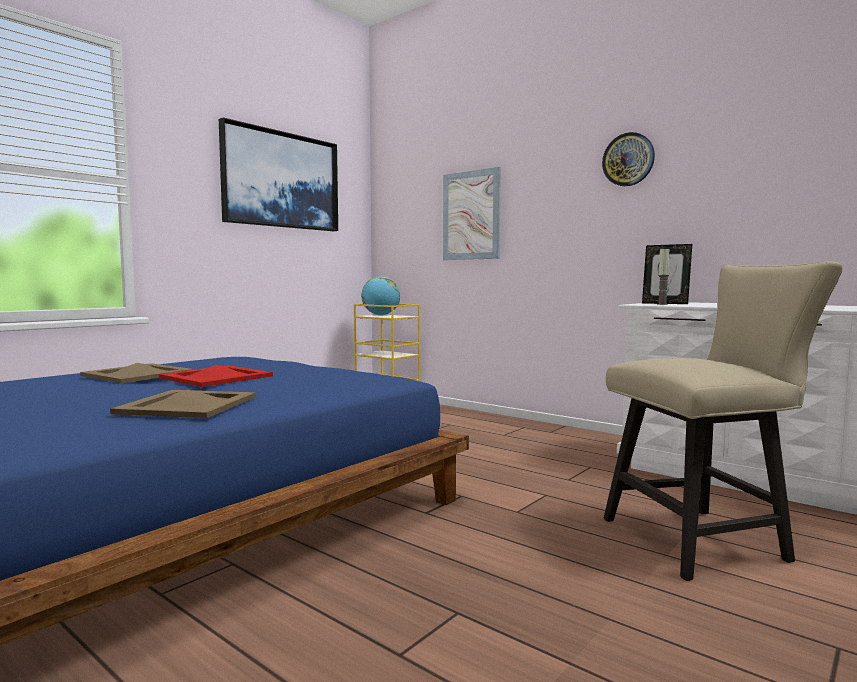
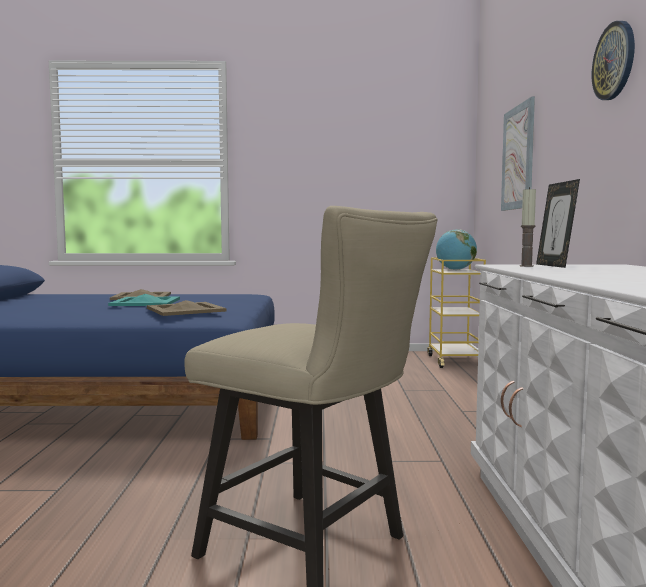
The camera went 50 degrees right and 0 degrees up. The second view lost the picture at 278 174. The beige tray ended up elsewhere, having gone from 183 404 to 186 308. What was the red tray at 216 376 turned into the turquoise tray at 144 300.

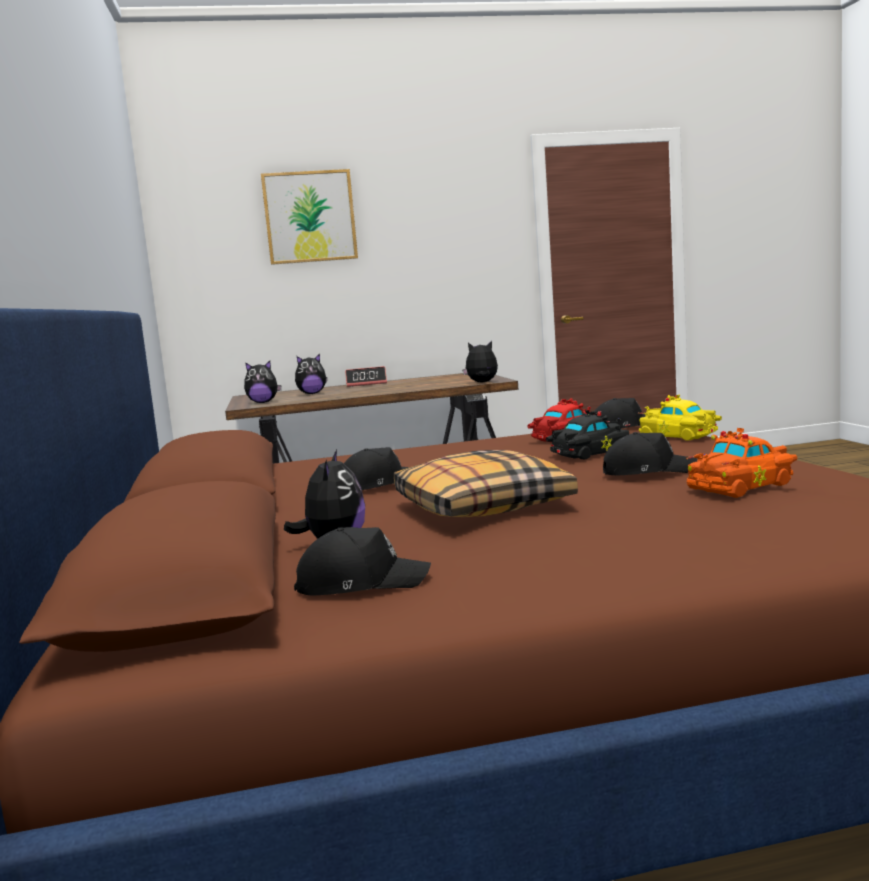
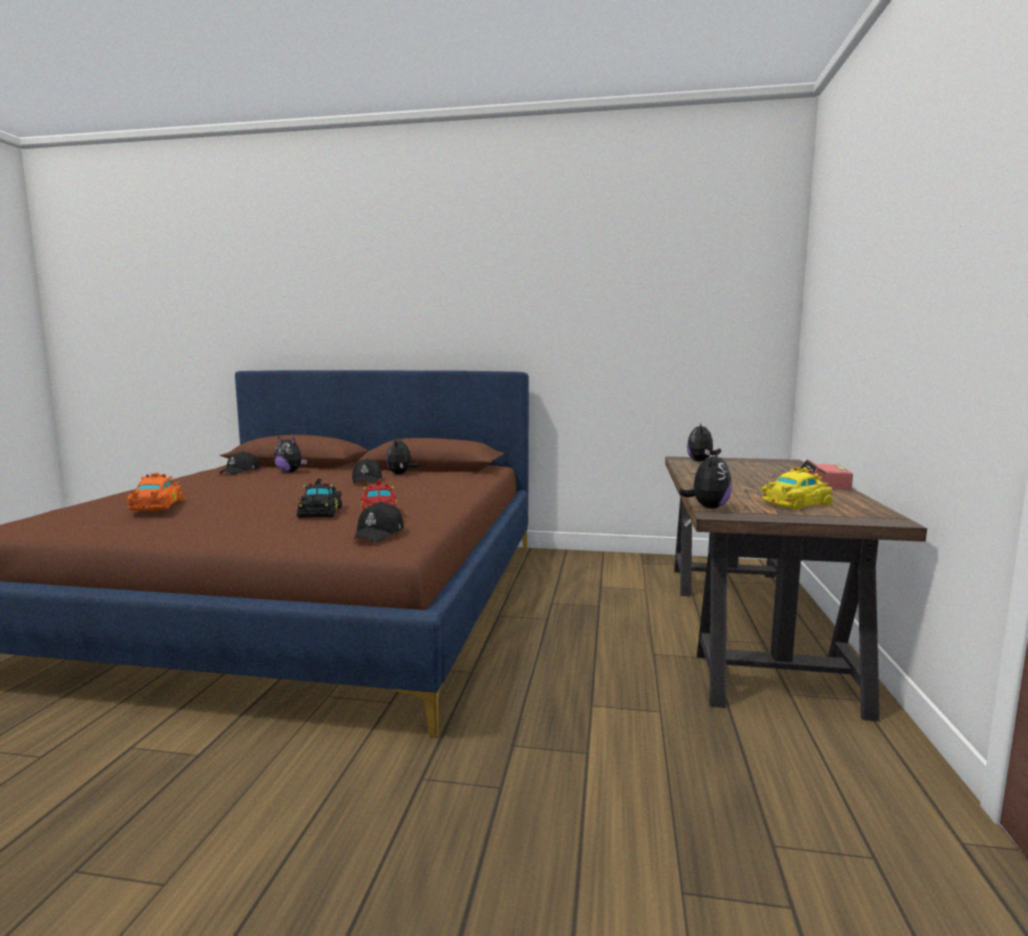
The camera went 110 degrees right and 0 degrees up. The second view lost the picture at 309 217. The second view lost the pillow at 486 483. The second view lost the black cap at 650 453. The plush toy ended up elsewhere, having gone from 311 374 to 403 455. The yellow toy car ended up elsewhere, having gone from 680 417 to 796 488.

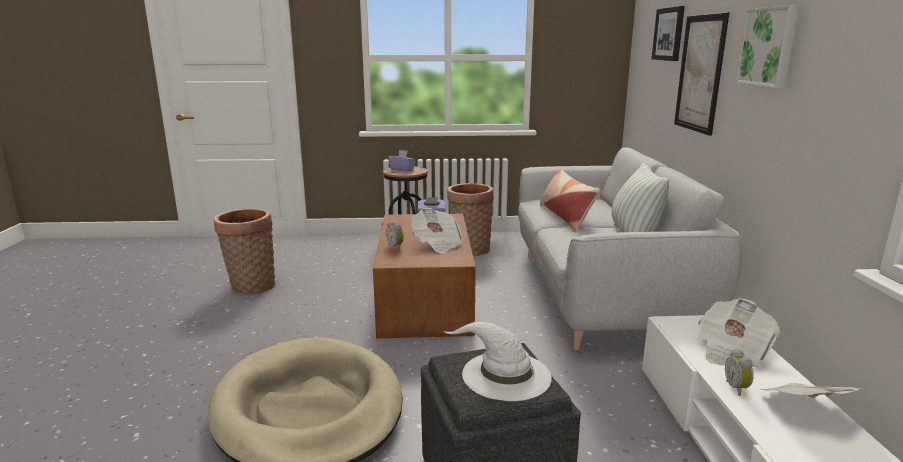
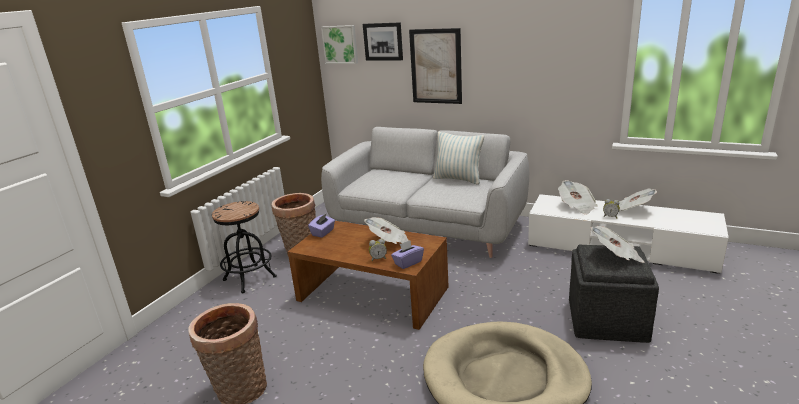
The camera went 60 degrees left and 5 degrees up. The second view lost the pillow at 570 200. The purple tissue box ended up elsewhere, having gone from 402 160 to 407 254. The picture ended up elsewhere, having gone from 767 46 to 339 44. Where the white hat stood at 497 361, the newspaper came to stand at 617 244.

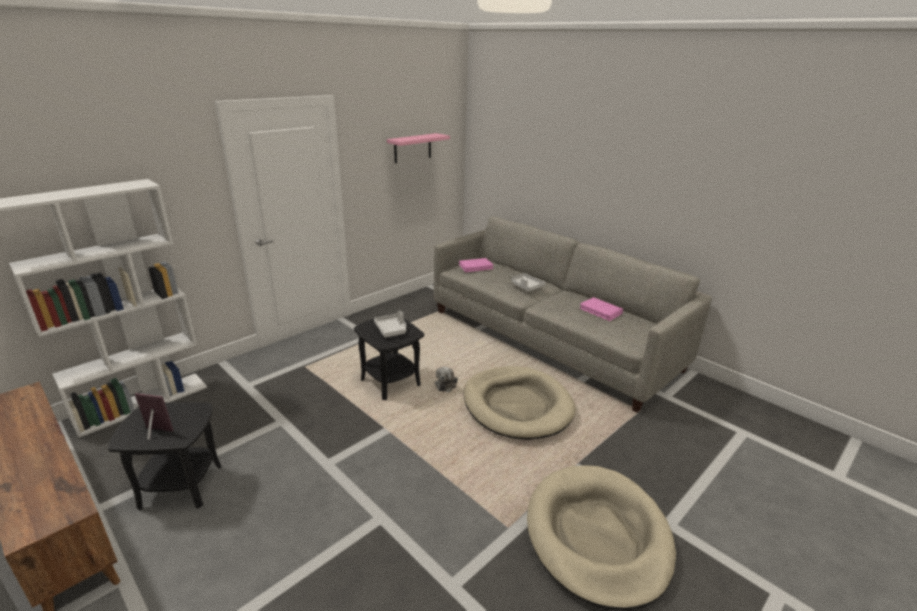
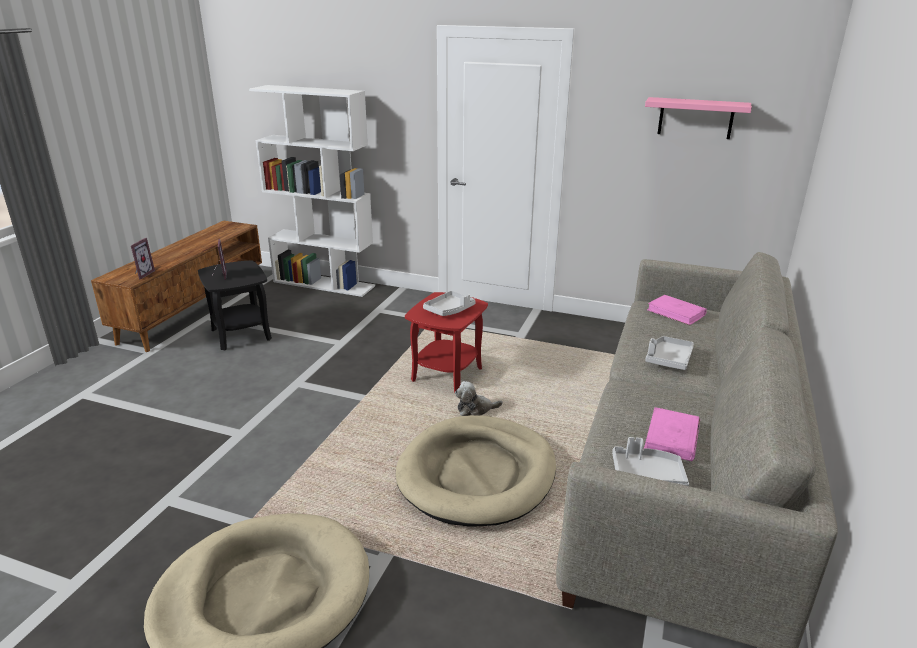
The camera went 65 degrees right and 0 degrees up. The second view gained the picture frame at 143 258. The second view gained the grey tray at 650 461. What was the black side table at 389 357 turned into the red side table at 446 342.

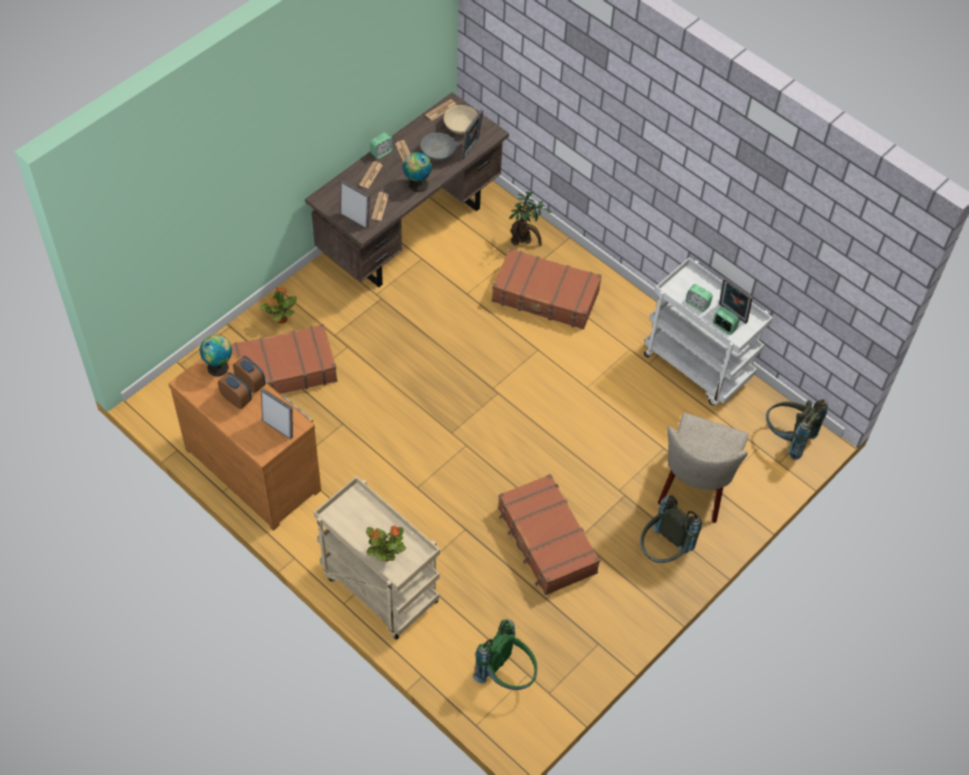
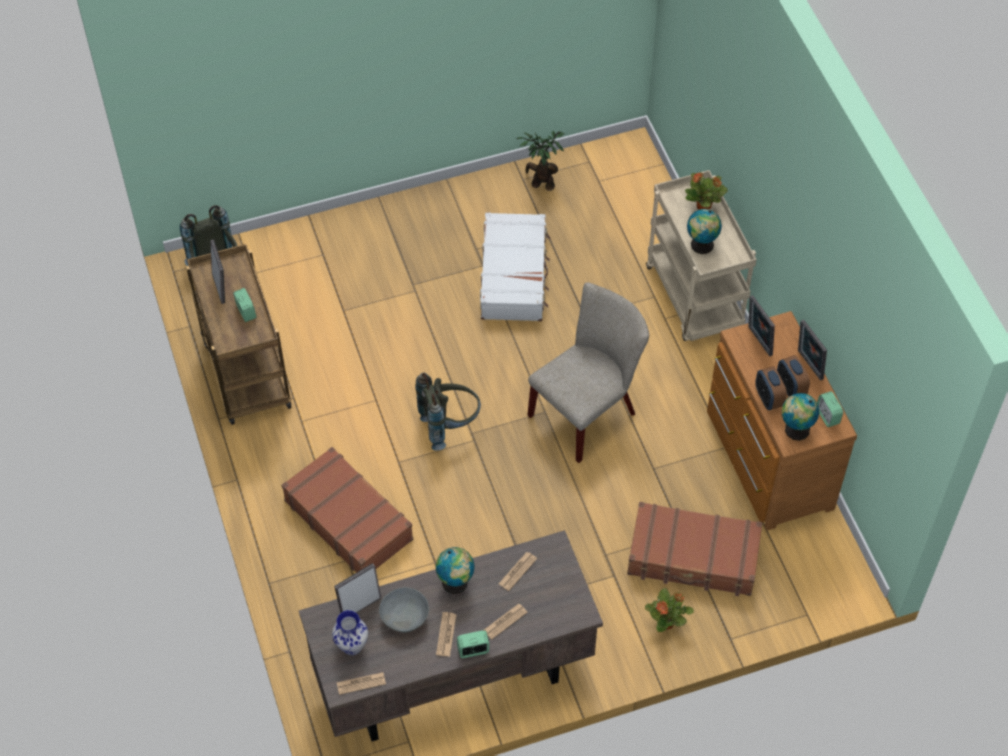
The camera went 150 degrees left and 0 degrees up. The second view lost the green backpack at 505 654. The second view gained the globe at 704 231. The picture frame ended up elsewhere, having gone from 355 204 to 812 350. The potted plant ended up elsewhere, having gone from 530 218 to 540 161. The grey backpack ended up elsewhere, having gone from 671 529 to 448 412. The beige chair ended up elsewhere, having gone from 703 468 to 588 372. The alarm clock ended up elsewhere, having gone from 726 321 to 830 409. Where the beige bowl stood at 460 119, the vase came to stand at 350 632. What was the brown suitcase at 549 534 turned into the white suitcase at 515 266. What was the white cart at 708 331 turned into the brown cart at 239 334.

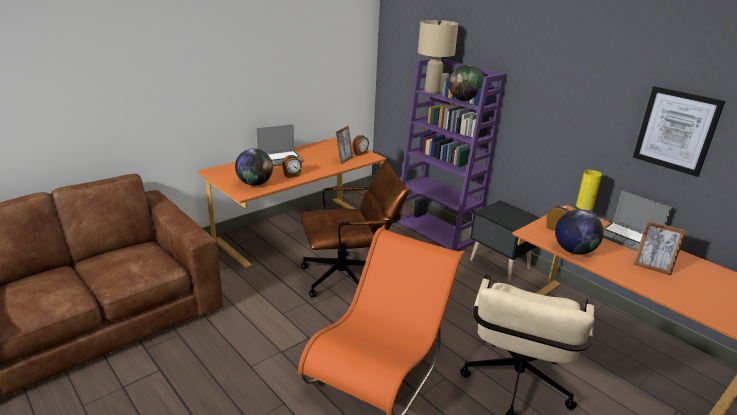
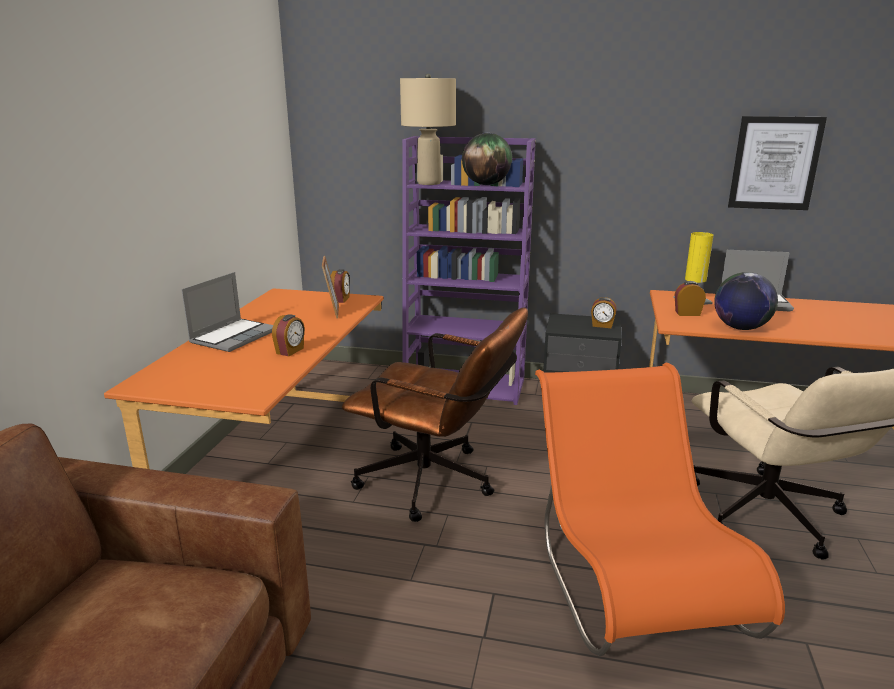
The camera went 35 degrees left and 5 degrees down. The second view lost the globe at 254 167. The second view lost the picture frame at 659 248. The second view gained the alarm clock at 604 312. The brown office chair at 354 230 ended up facing another way, 75 degrees clockwise from before.

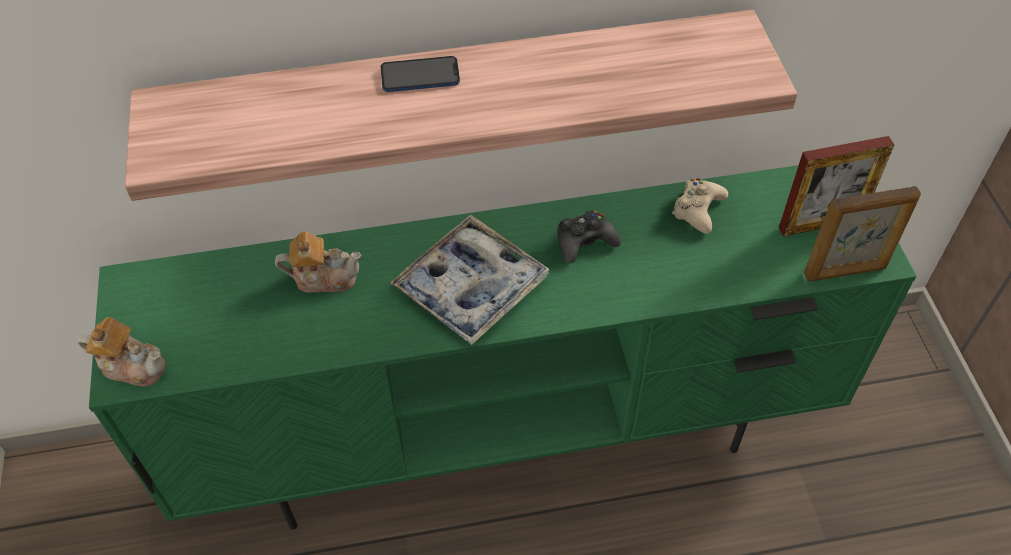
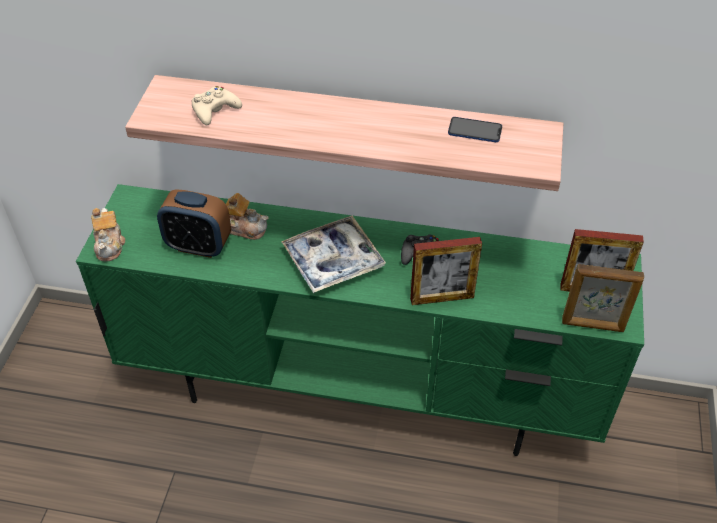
The camera went 20 degrees right and 5 degrees down. The second view gained the alarm clock at 194 223. The second view gained the picture frame at 446 271. The phone ended up elsewhere, having gone from 420 74 to 475 129. The beige game controller ended up elsewhere, having gone from 700 206 to 217 105. The teapot at 121 351 ended up facing another way, 45 degrees clockwise from before.

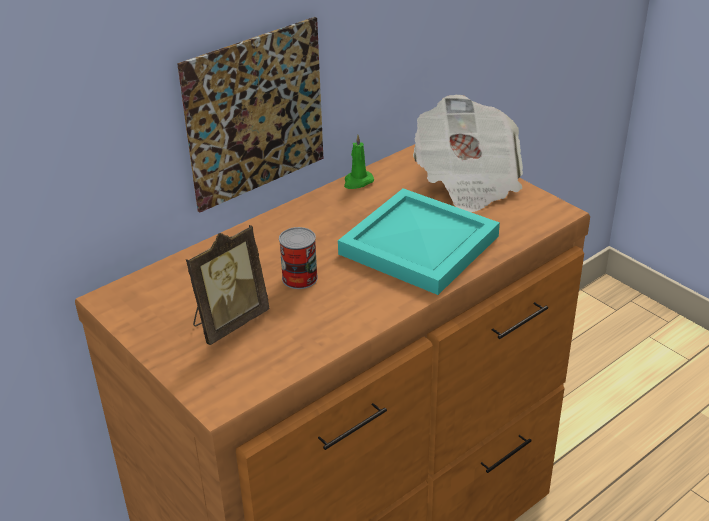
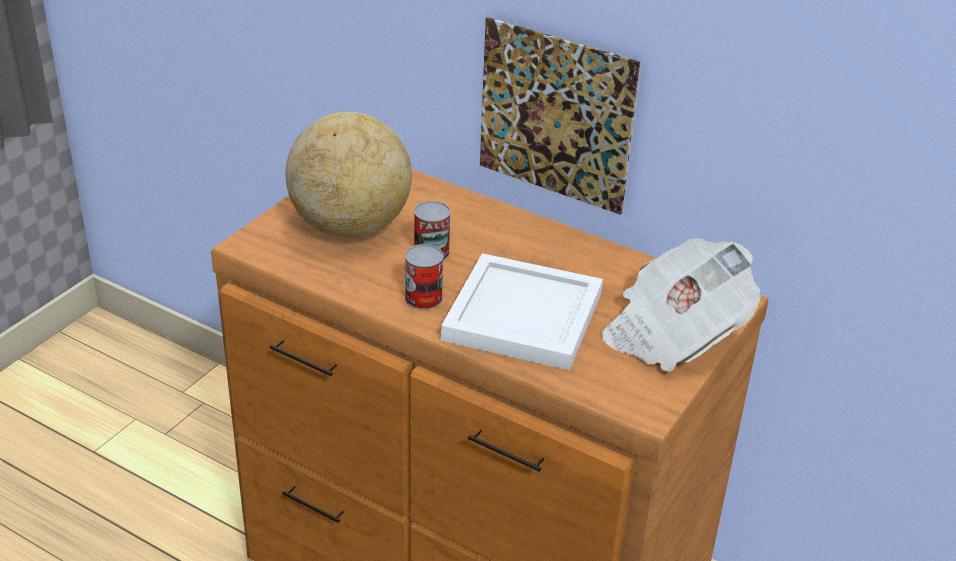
The camera went 70 degrees right and 0 degrees up. The second view lost the green candle at 359 161. The second view gained the can at 424 277. Where the picture frame stood at 228 285, the globe came to stand at 348 175. What was the turquoise tray at 419 241 turned into the white tray at 522 312.

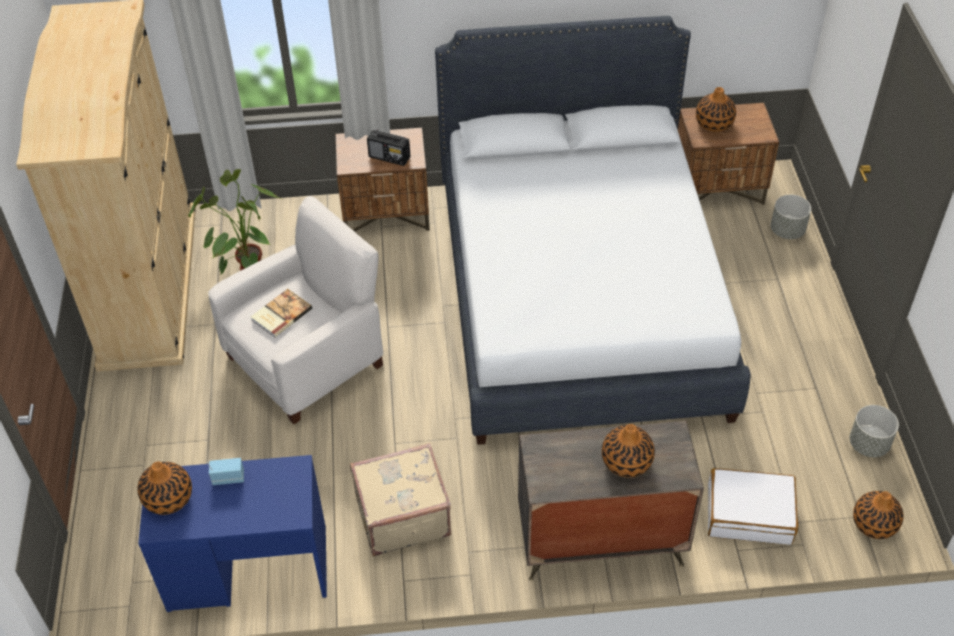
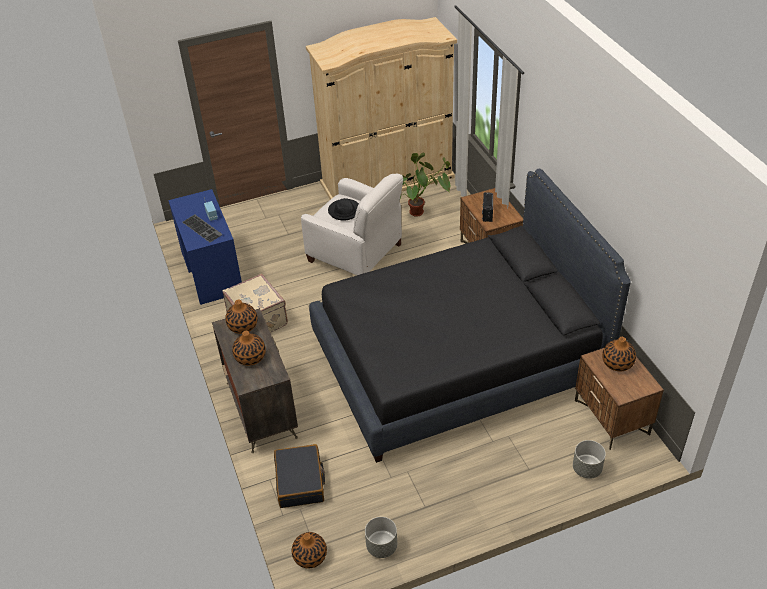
The camera went 75 degrees right and 5 degrees down. The second view gained the keyboard at 202 228. The vase ended up elsewhere, having gone from 165 488 to 241 317. Where the book stood at 281 313, the black hat came to stand at 343 209. What was the white bed at 593 230 turned into the black bed at 470 316. What was the white suitcase at 753 506 turned into the black suitcase at 299 476.

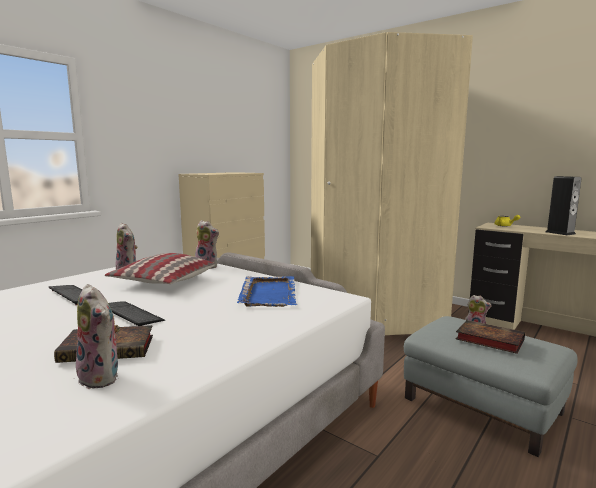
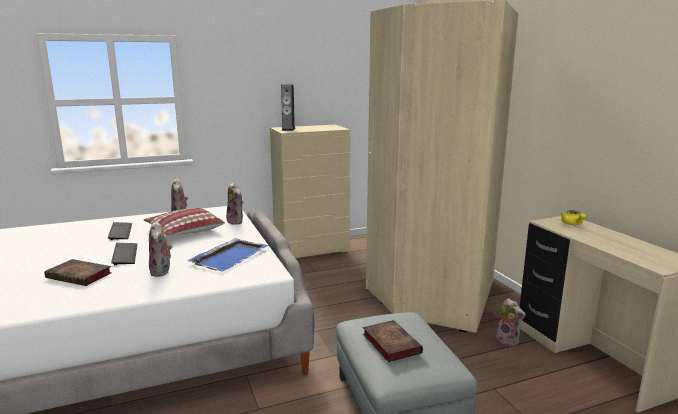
The camera went 30 degrees right and 5 degrees up. The plush toy ended up elsewhere, having gone from 98 336 to 160 249. The speaker ended up elsewhere, having gone from 564 205 to 288 107.

